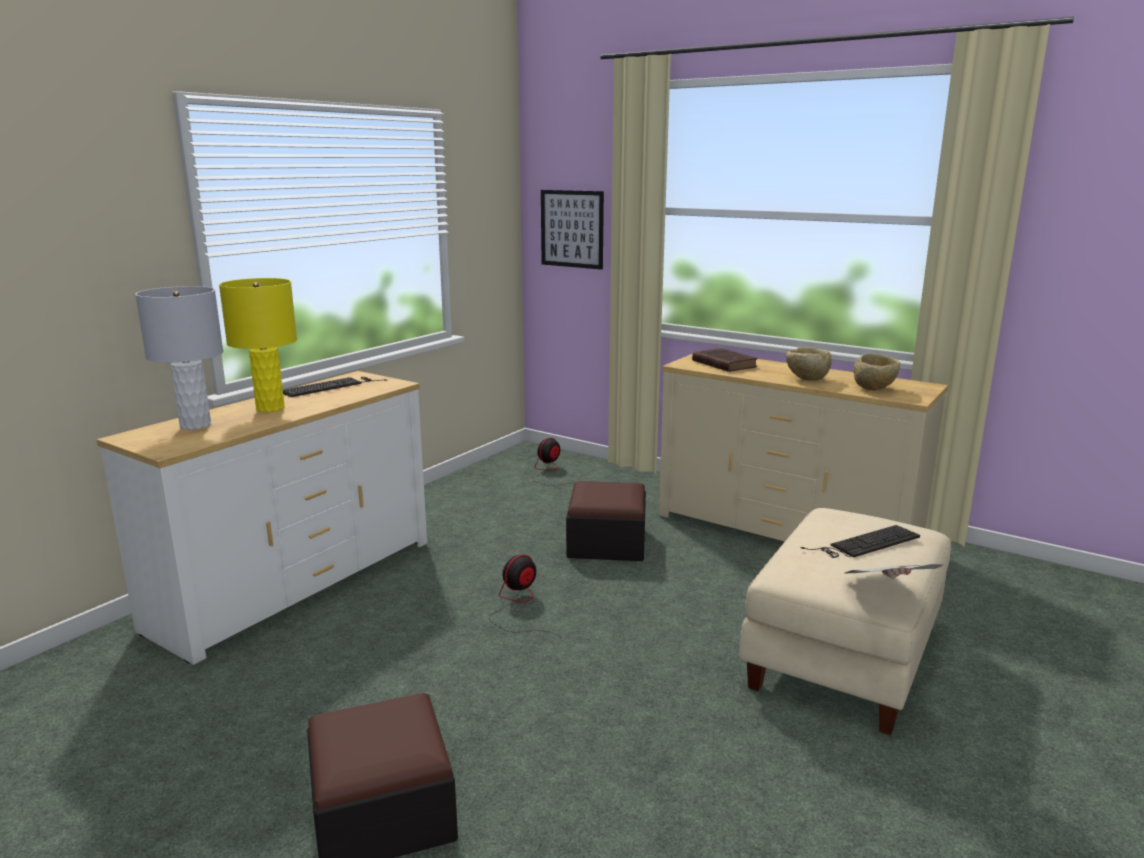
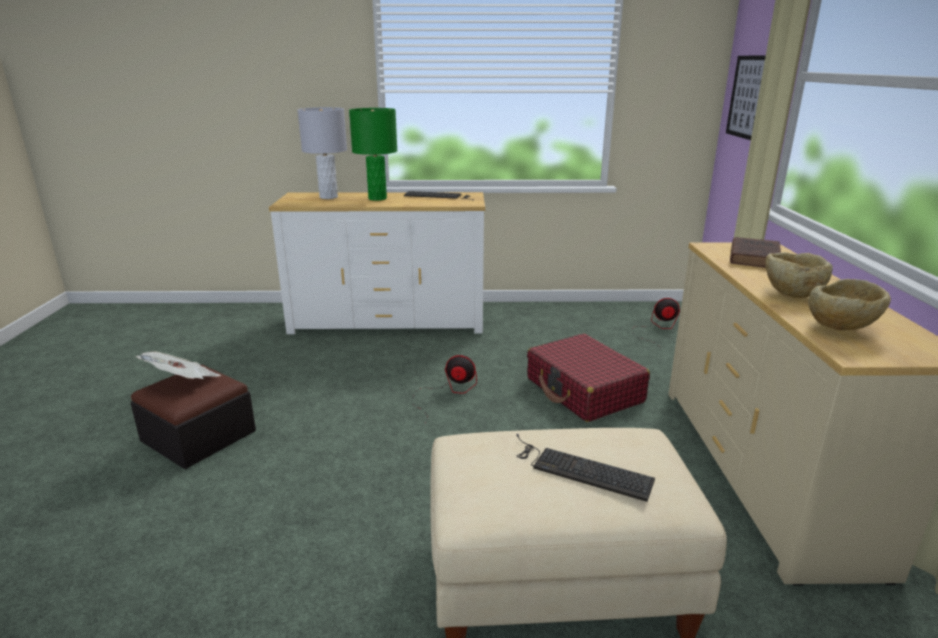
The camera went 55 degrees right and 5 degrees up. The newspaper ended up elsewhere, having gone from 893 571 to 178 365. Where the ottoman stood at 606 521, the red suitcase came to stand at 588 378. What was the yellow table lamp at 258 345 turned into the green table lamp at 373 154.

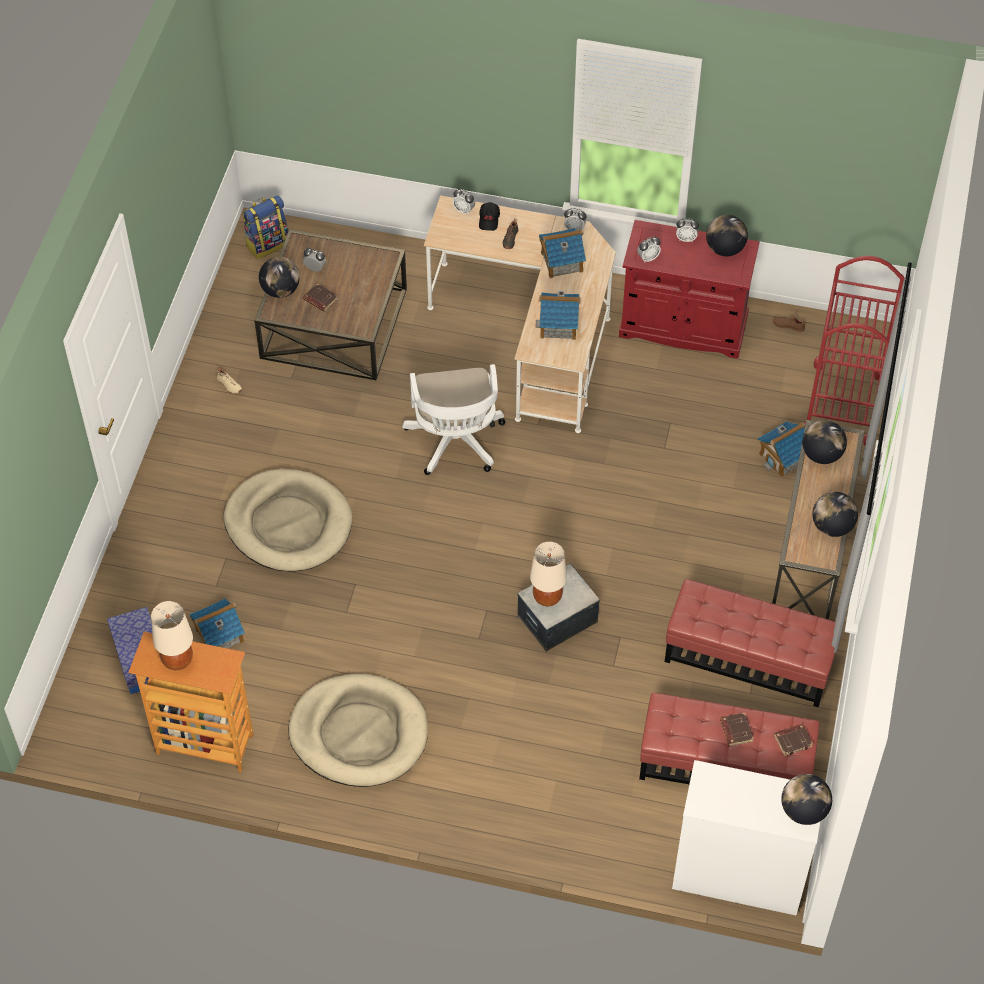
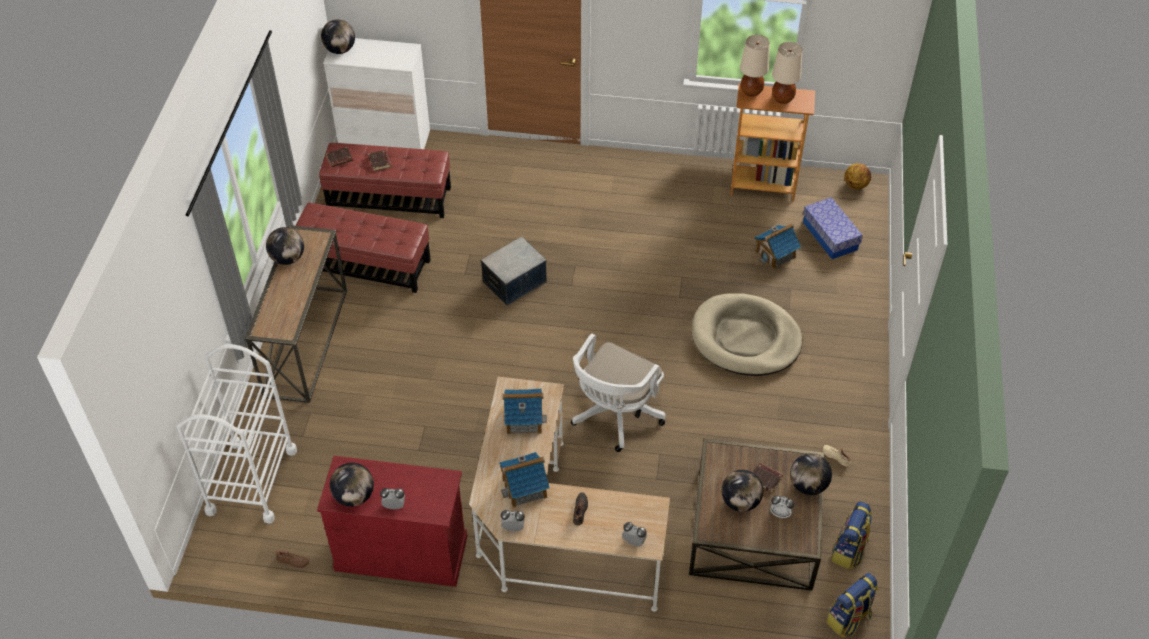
The camera went 175 degrees right and 5 degrees down. The second view lost the beige dog bed at 358 730. The second view lost the black cap at 489 216. The second view lost the alarm clock at 649 250. The second view lost the toy house at 781 449. The second view gained the backpack at 851 535. The second view gained the basketball at 857 176. The beige table lamp ended up elsewhere, having gone from 548 573 to 755 66. The globe ended up elsewhere, having gone from 824 442 to 742 491. What was the red cart at 854 350 turned into the white cart at 237 434. The white office chair at 453 419 ended up facing another way, 135 degrees counterclockwise from before.

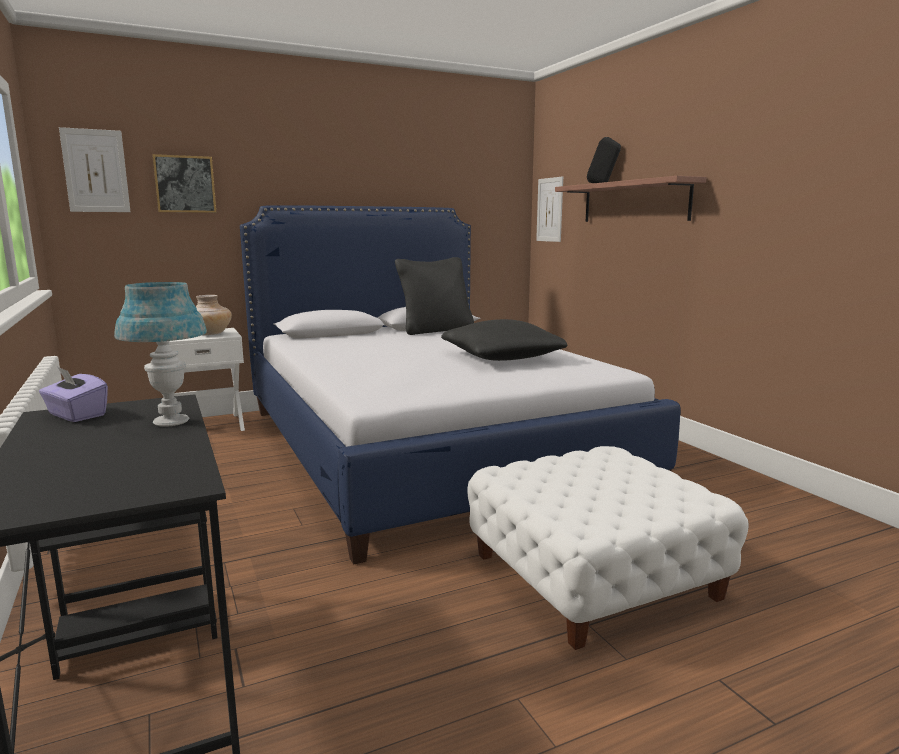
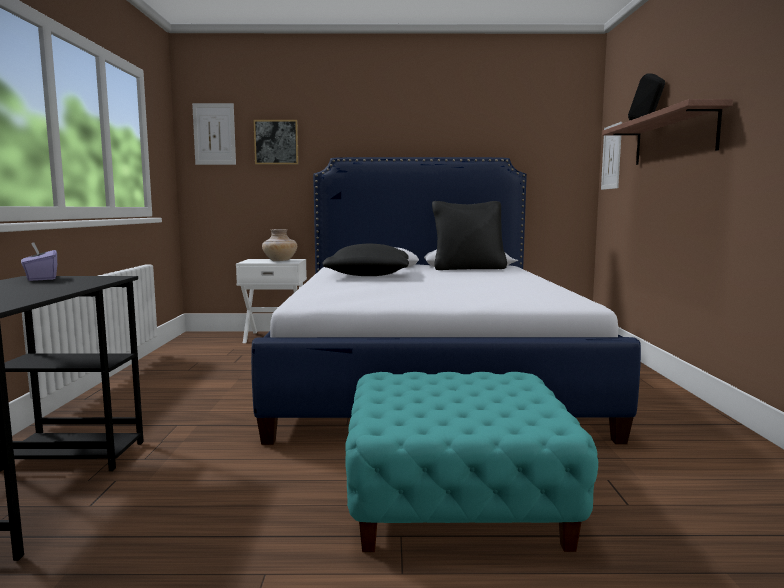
The camera went 25 degrees right and 5 degrees down. The second view lost the blue table lamp at 160 354. The black pillow ended up elsewhere, having gone from 504 340 to 365 260. What was the white ottoman at 608 548 turned into the turquoise ottoman at 472 462.

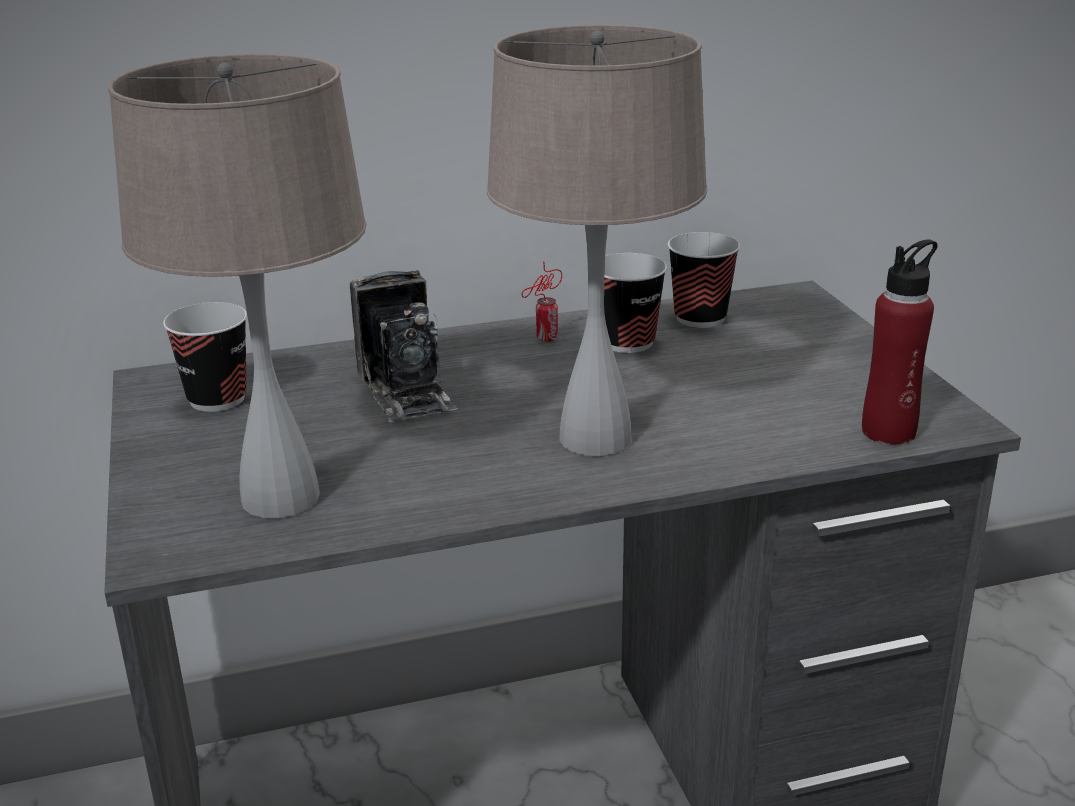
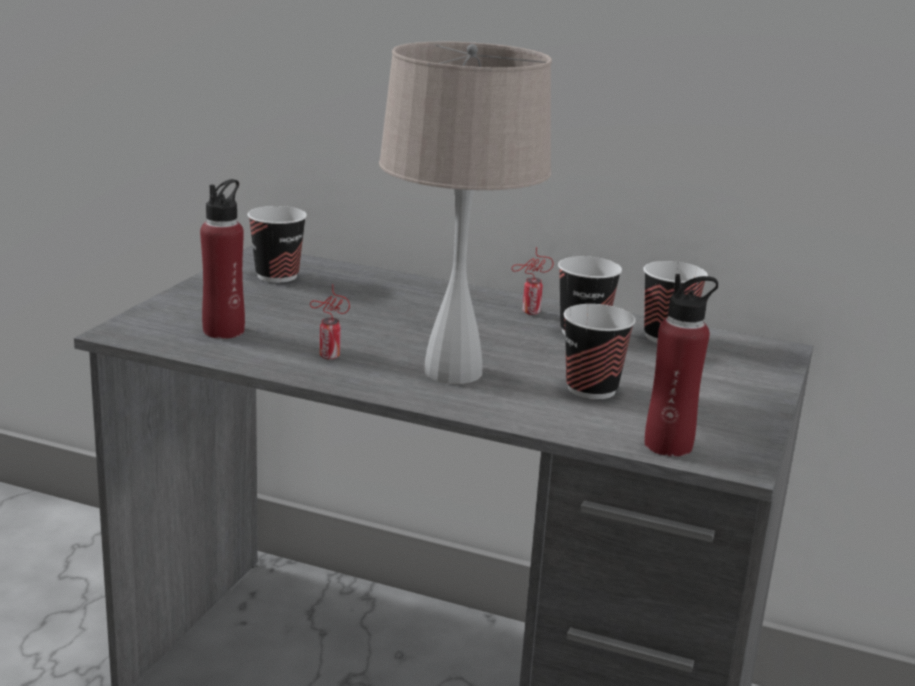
The camera went 35 degrees right and 5 degrees down. The second view lost the photo camera at 404 346. The second view gained the can at 330 321. The second view gained the cup at 600 351. Where the beige table lamp stood at 237 285, the red bottle came to stand at 222 259.

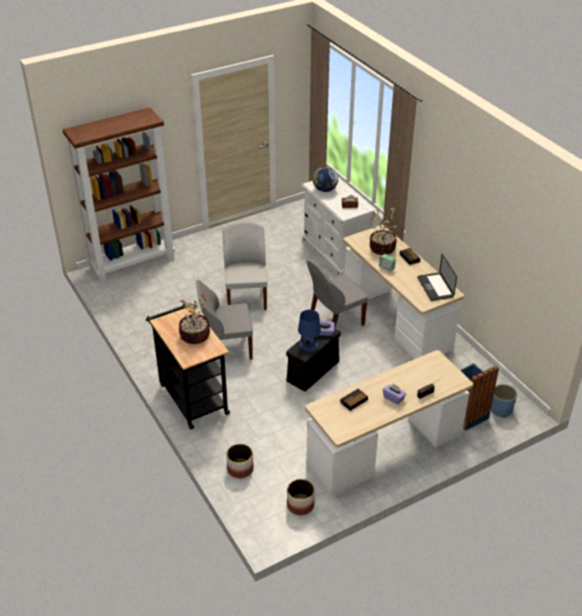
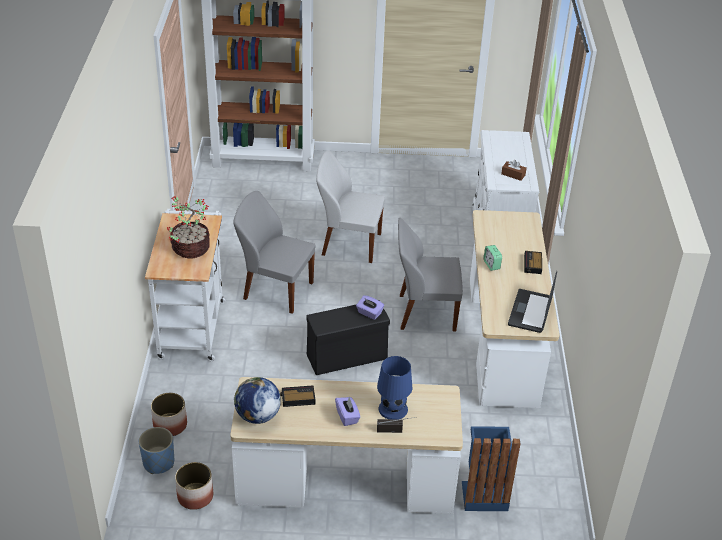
The camera went 30 degrees right and 0 degrees up. The second view lost the potted plant at 384 231. The blue table lamp ended up elsewhere, having gone from 309 331 to 394 387. The globe ended up elsewhere, having gone from 325 179 to 257 400. The blue planter ended up elsewhere, having gone from 504 401 to 156 450. What was the black cart at 188 366 turned into the white cart at 185 285. The white chair at 244 265 ended up facing another way, 105 degrees counterclockwise from before.

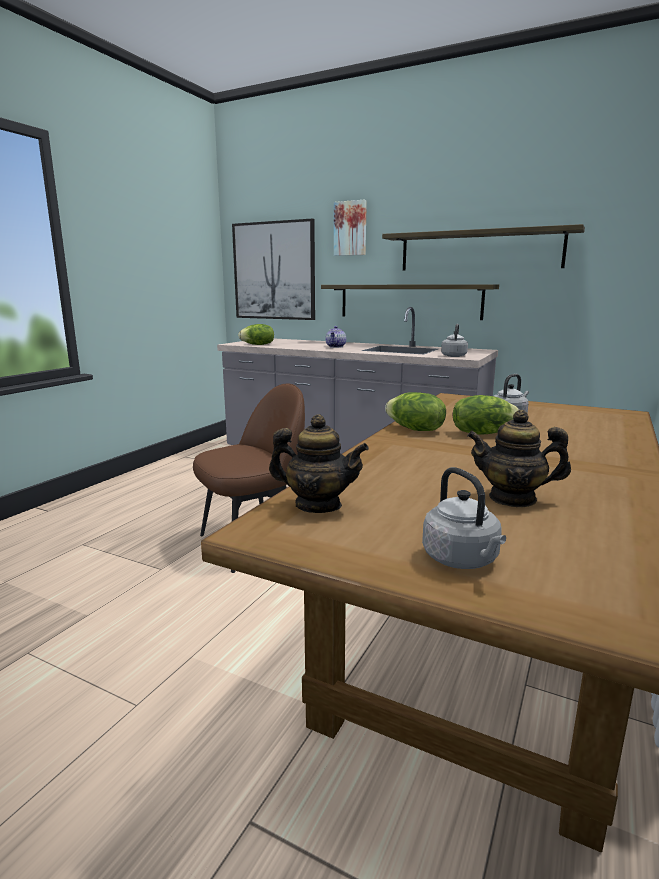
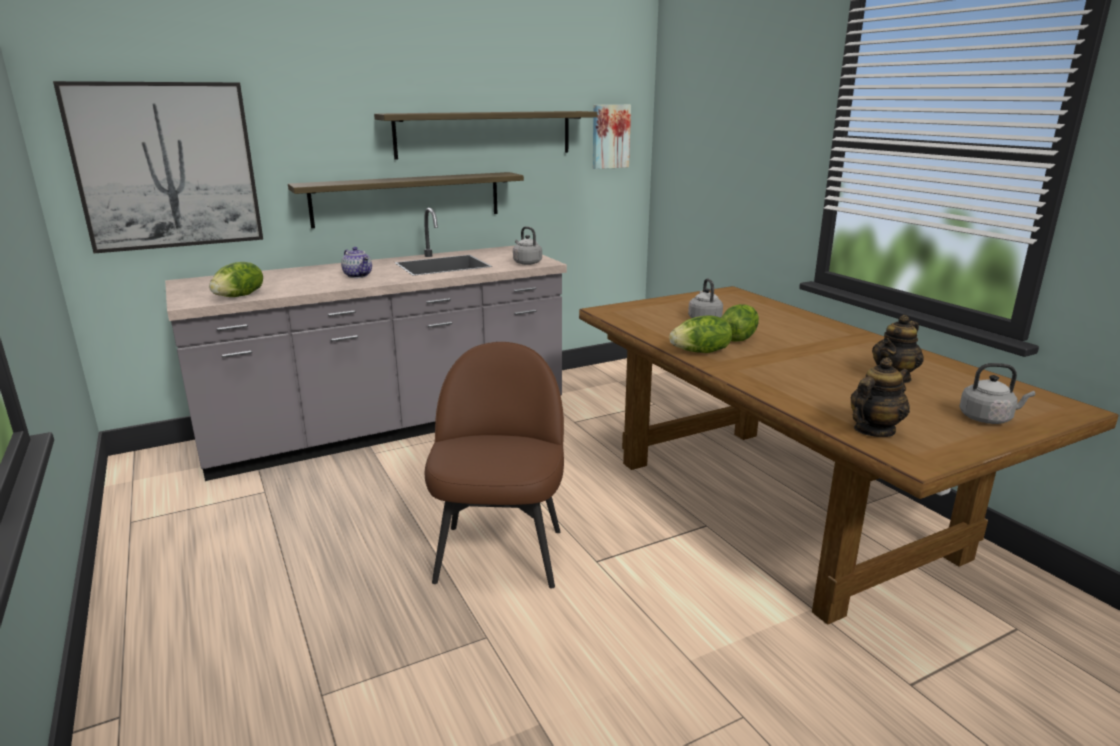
The camera went 55 degrees left and 5 degrees up. The picture ended up elsewhere, having gone from 350 228 to 612 137.

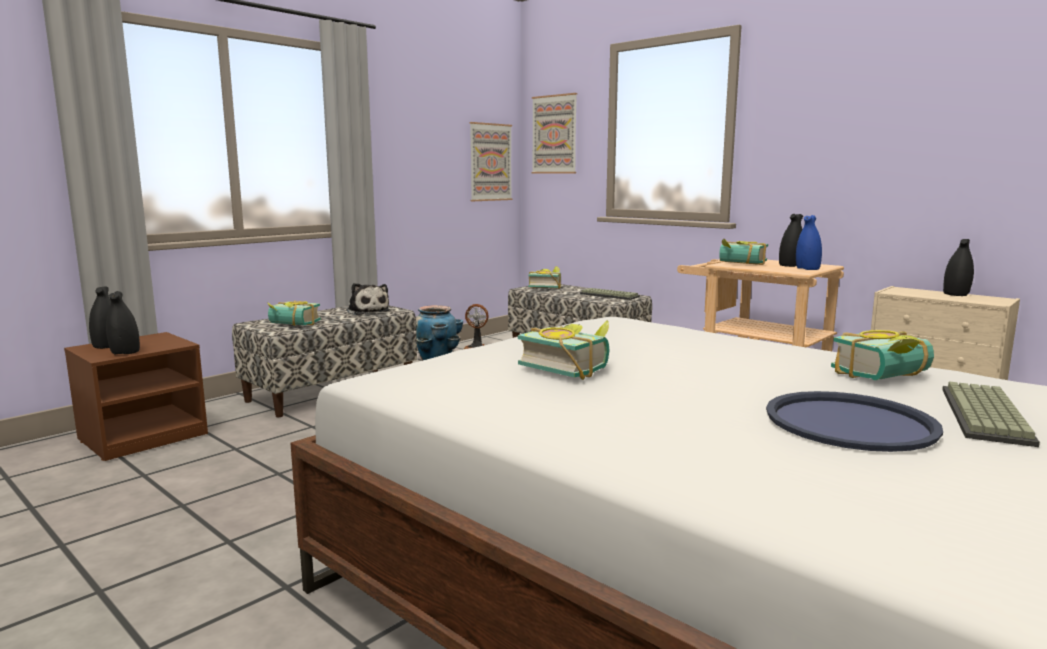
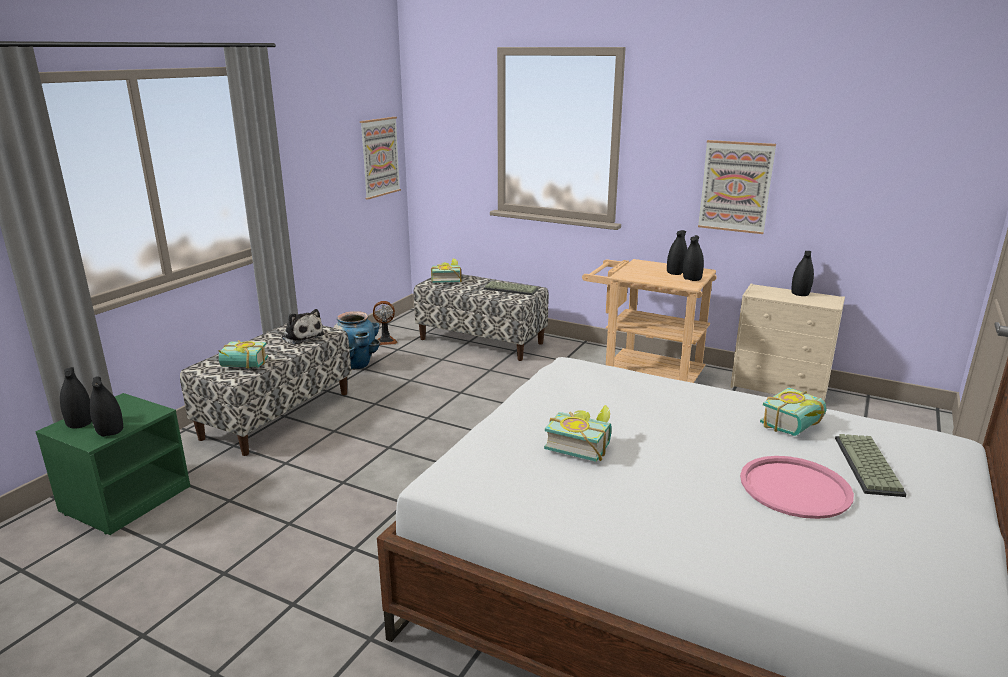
The camera went 15 degrees left and 10 degrees up. The second view lost the book at 743 252. The picture ended up elsewhere, having gone from 554 133 to 737 187. What was the brown nightstand at 136 396 turned into the green nightstand at 113 464. What was the blue tray at 854 421 turned into the pink tray at 797 487. What was the blue vase at 809 242 turned into the black vase at 693 258.

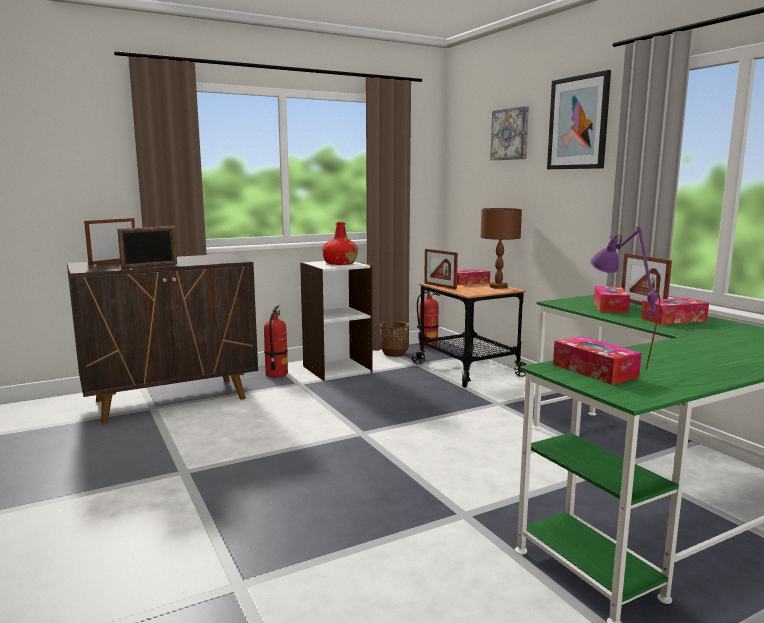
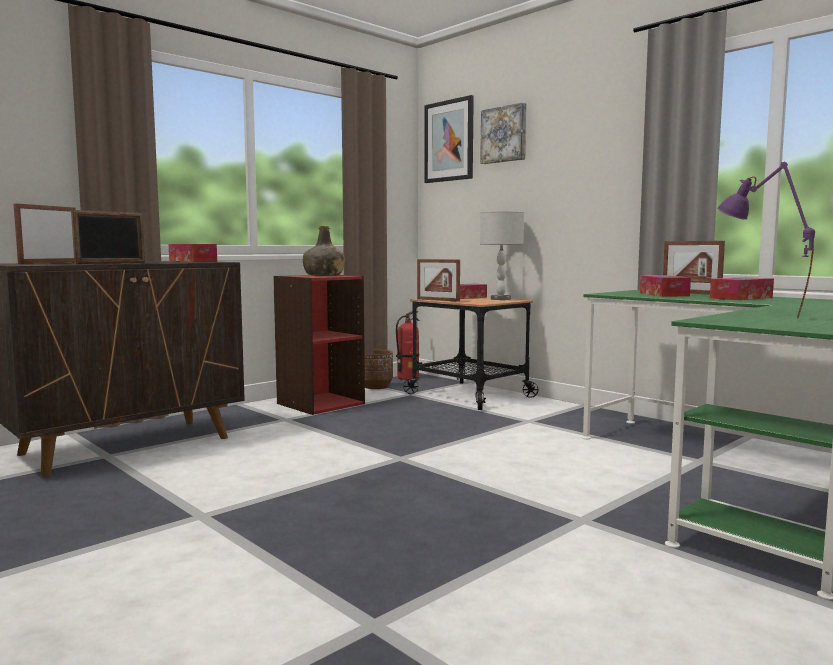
The camera went 15 degrees left and 5 degrees down. The second view lost the fire extinguisher at 276 341. The picture ended up elsewhere, having gone from 579 119 to 449 139. The tissue box ended up elsewhere, having gone from 597 360 to 192 253. What was the white bookcase at 336 321 turned into the red bookcase at 319 345. What was the red bottle at 340 243 turned into the green bottle at 324 251. What was the brown table lamp at 501 248 turned into the grey table lamp at 502 255.

